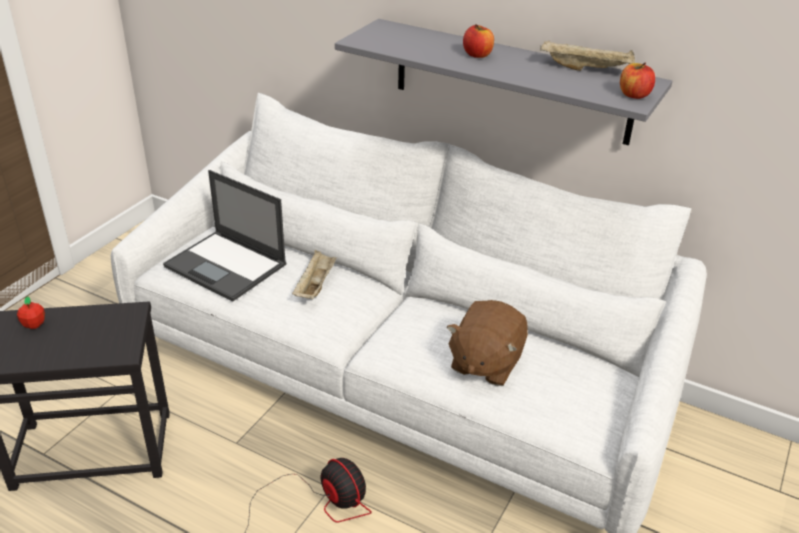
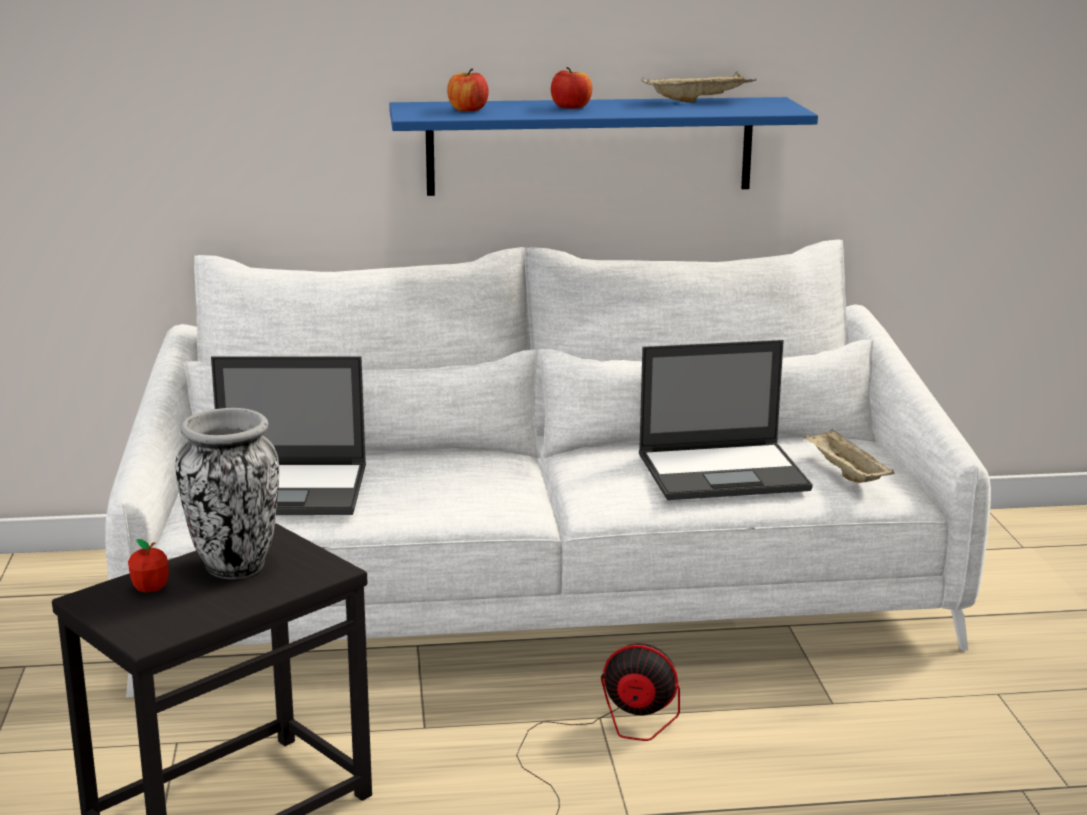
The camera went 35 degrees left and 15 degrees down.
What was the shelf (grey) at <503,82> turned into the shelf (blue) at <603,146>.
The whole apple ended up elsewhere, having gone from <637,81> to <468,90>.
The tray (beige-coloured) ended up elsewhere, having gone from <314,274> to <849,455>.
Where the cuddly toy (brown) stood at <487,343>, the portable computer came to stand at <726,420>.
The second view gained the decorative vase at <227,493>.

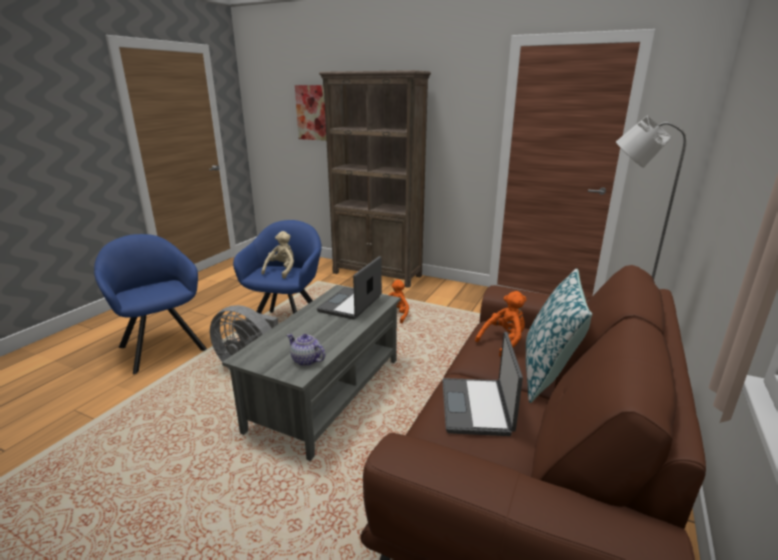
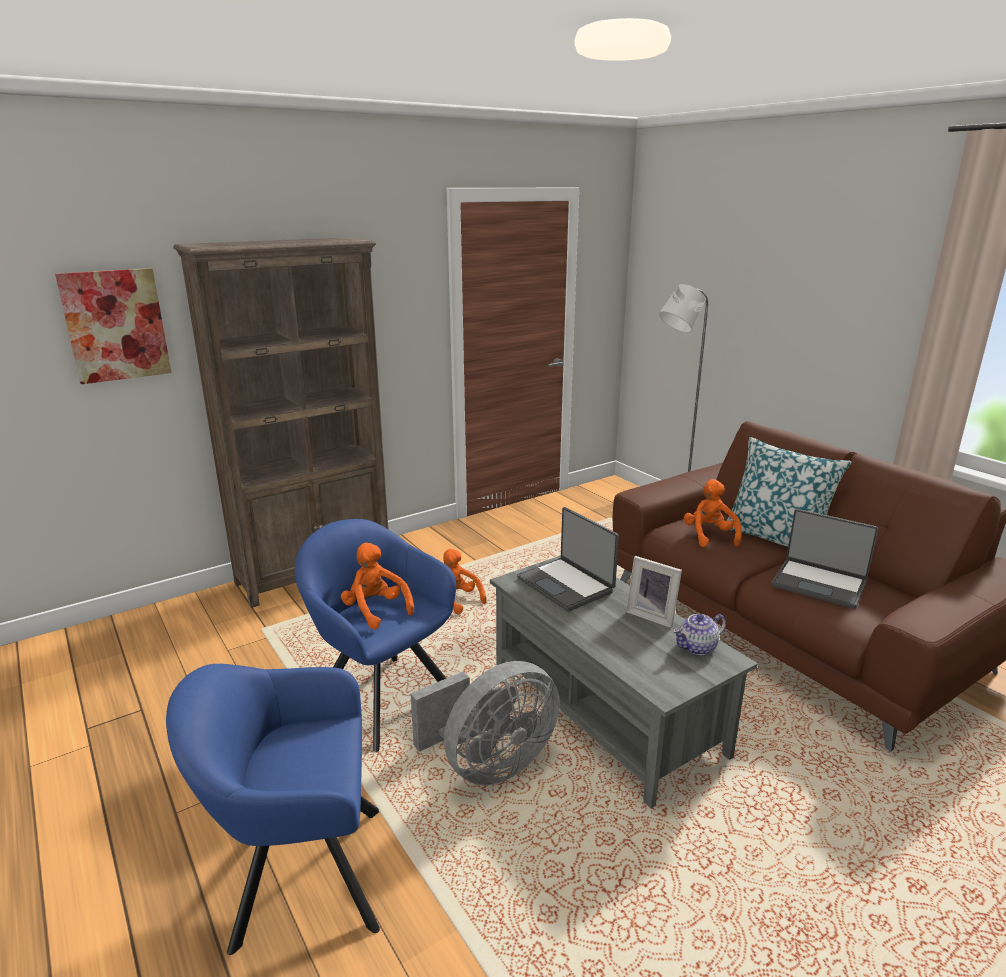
The camera went 60 degrees left and 0 degrees up.
What was the cuddly toy (beige-coloured) at <277,255> turned into the cuddly toy (orangey) at <377,586>.
The second view gained the photo frame at <654,592>.

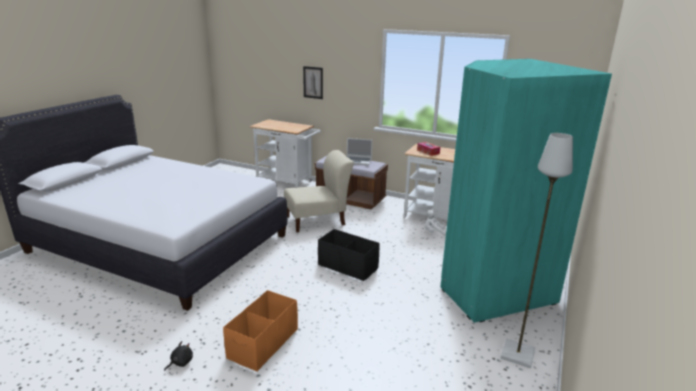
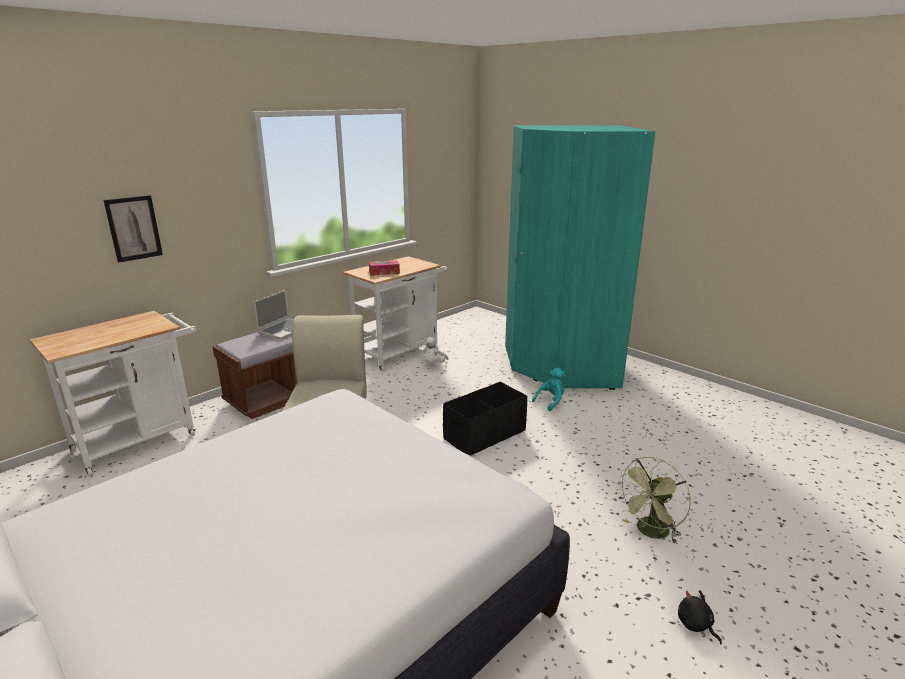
The camera went 70 degrees left and 0 degrees up.
The second view lost the standard lamp (grey) at <537,250>.
Where the storage box (orangey) stood at <260,331>, the cooling fan (greenish) came to stand at <653,500>.
The second view gained the cuddly toy (turquoise) at <548,389>.

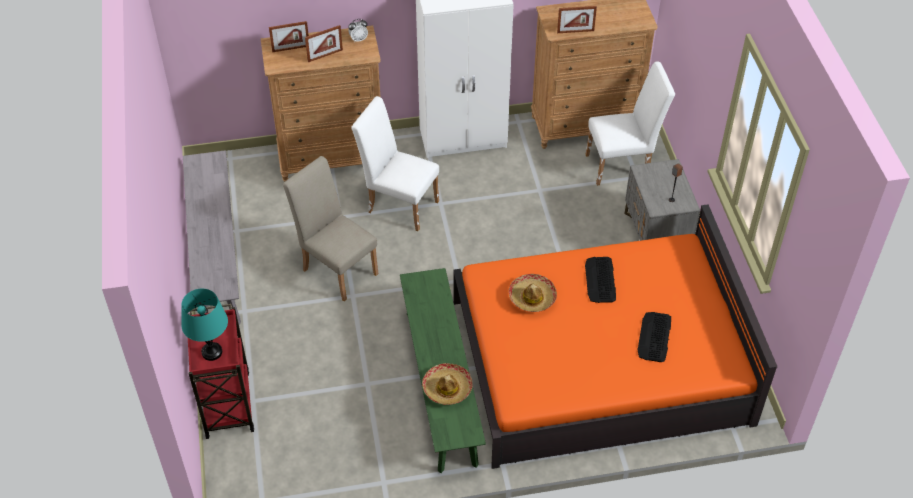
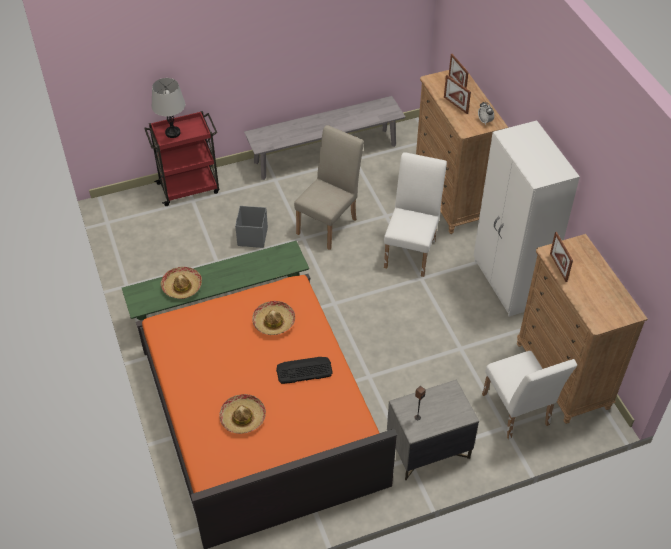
The camera went 80 degrees right and 0 degrees up.
What was the table lamp (turquoise) at <204,325> turned into the table lamp (grey) at <168,108>.
Where the PC keyboard stood at <654,337>, the clothing hat came to stand at <242,414>.
The second view gained the storage box (grey) at <251,227>.

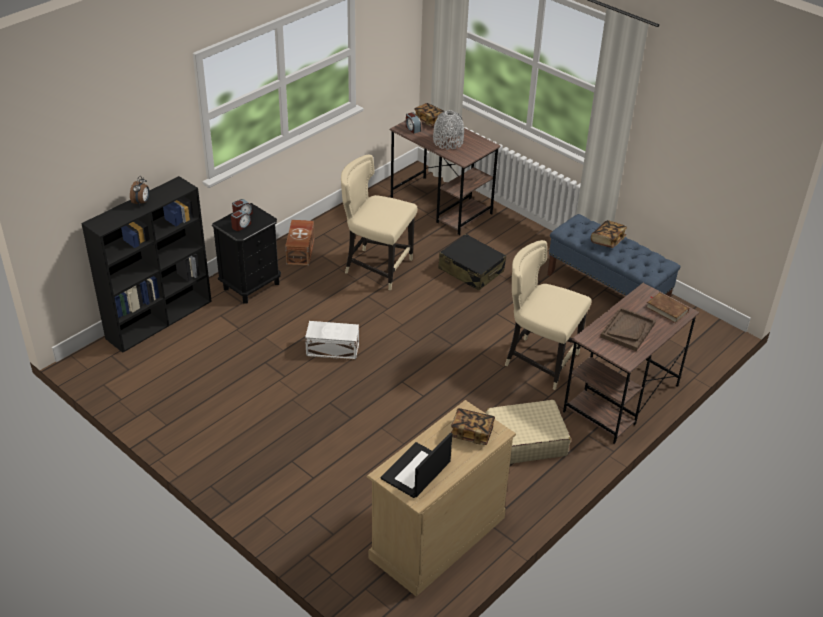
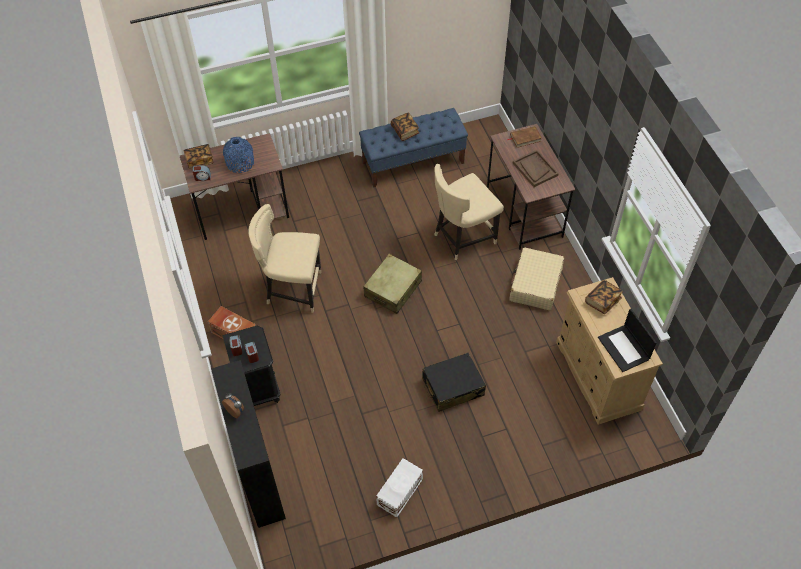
The camera went 60 degrees left and 15 degrees up.
What was the decorative vase (grey) at <448,130> turned into the decorative vase (blue) at <238,155>.
The upright chair (beige-coloured) at <379,223> ended up facing another way, 45 degrees clockwise from before.
The travel case (blackish) ended up elsewhere, having gone from <472,262> to <454,382>.
The storage box (white) ended up elsewhere, having gone from <332,340> to <399,487>.
The second view gained the travel case (beige-coloured) at <392,284>.

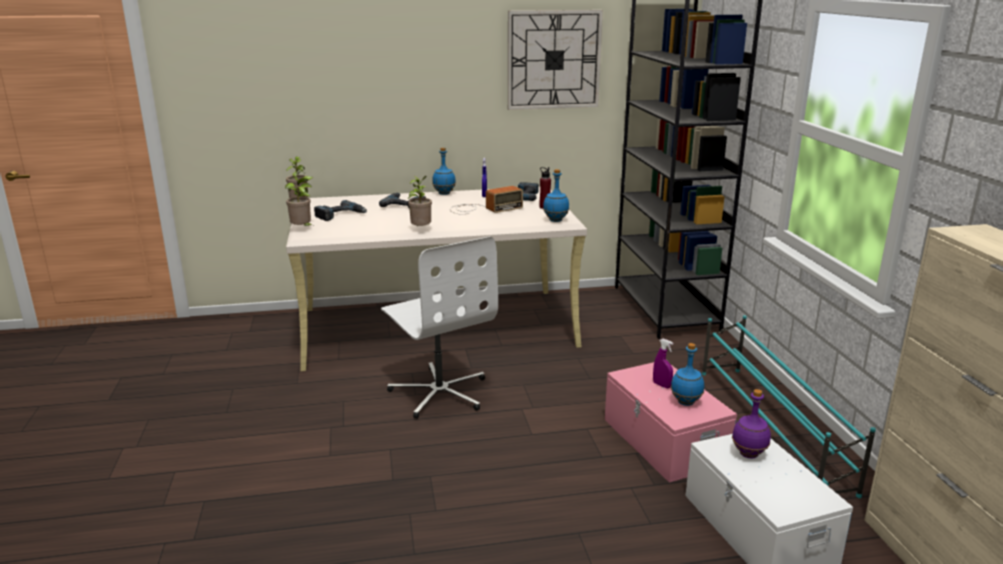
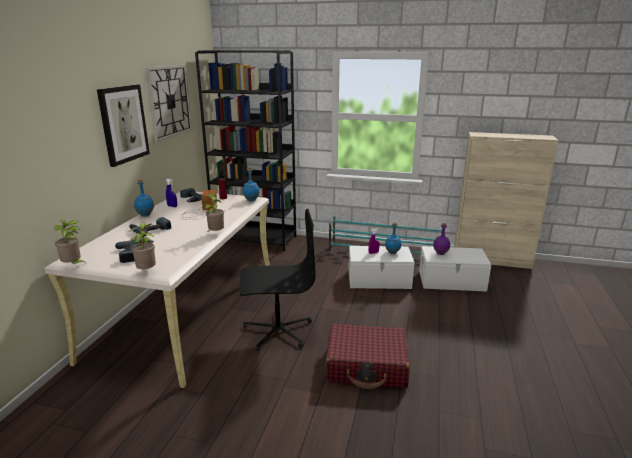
The camera went 65 degrees left and 0 degrees up.
What was the office chair (white) at <439,327> turned into the office chair (blackish) at <277,280>.
What was the storage box (pinkish) at <671,422> turned into the storage box (white) at <381,267>.
The second view gained the picture at <123,126>.
The second view gained the travel case (reddish) at <368,356>.

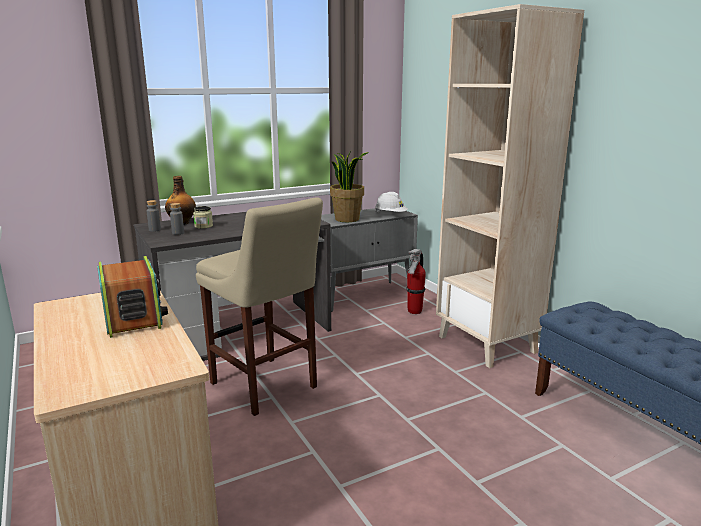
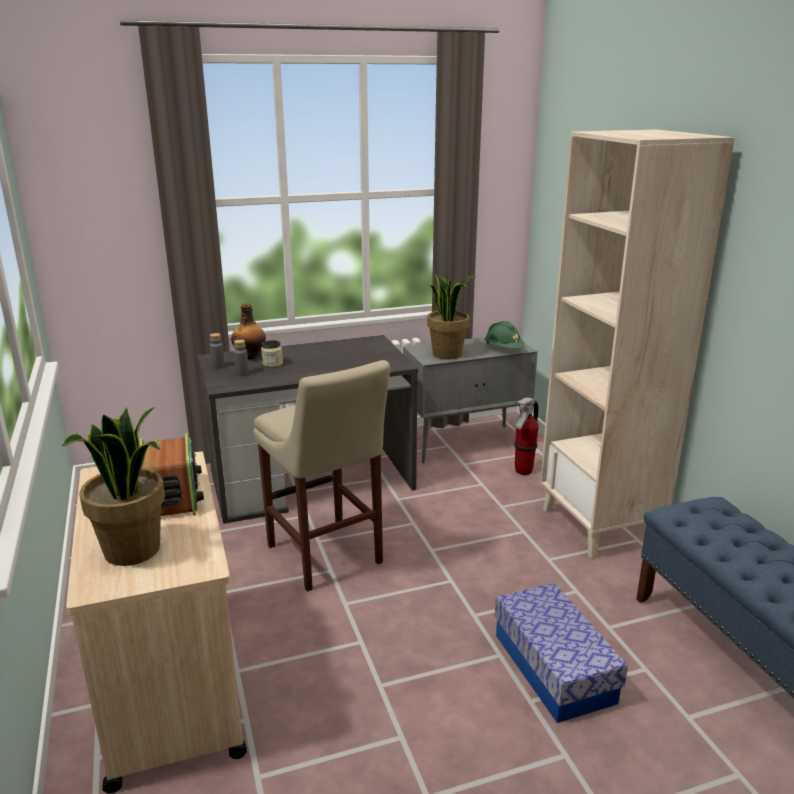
The camera went 10 degrees right and 5 degrees up.
What was the safety helmet (white) at <391,202> turned into the safety helmet (greenish) at <505,335>.
The second view gained the plant in a pot at <113,486>.
The second view gained the storage box at <561,653>.

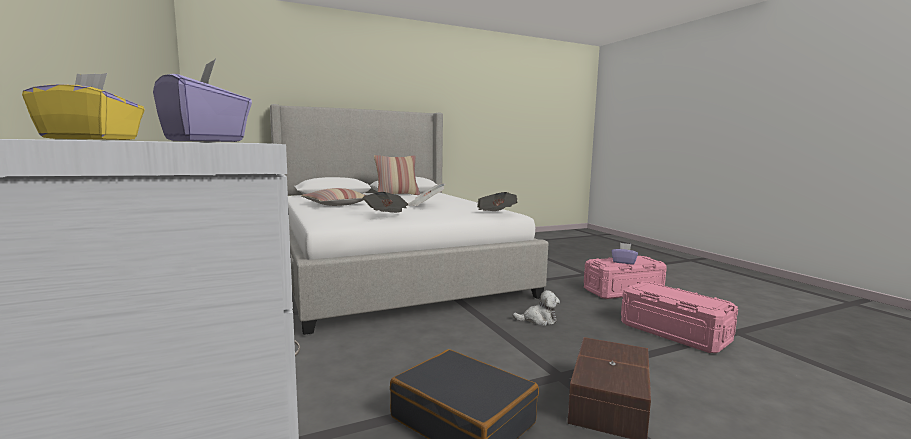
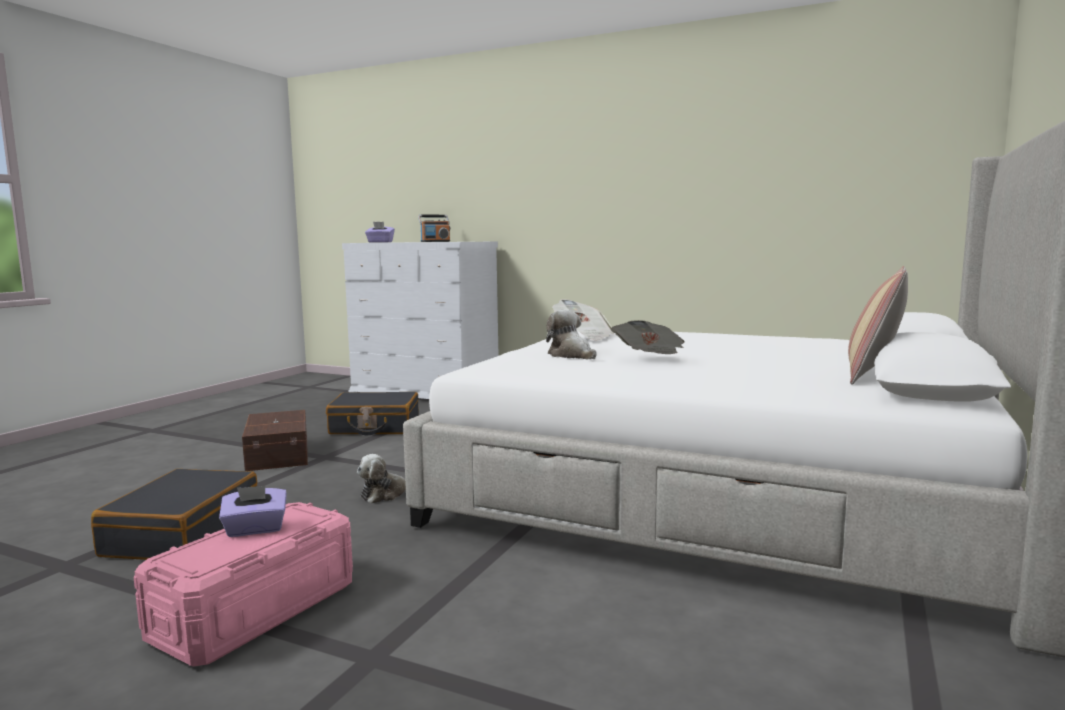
The camera went 140 degrees right and 0 degrees up.
Where the tissue box (yellow-coloured) stood at <83,106>, the radio came to stand at <434,228>.
The second view lost the pillow at <333,197>.
The second view lost the daily paper at <497,201>.
Where the storage box (pinkish) stood at <679,317>, the travel case (blackish) came to stand at <174,514>.
The second view gained the cuddly toy at <571,334>.

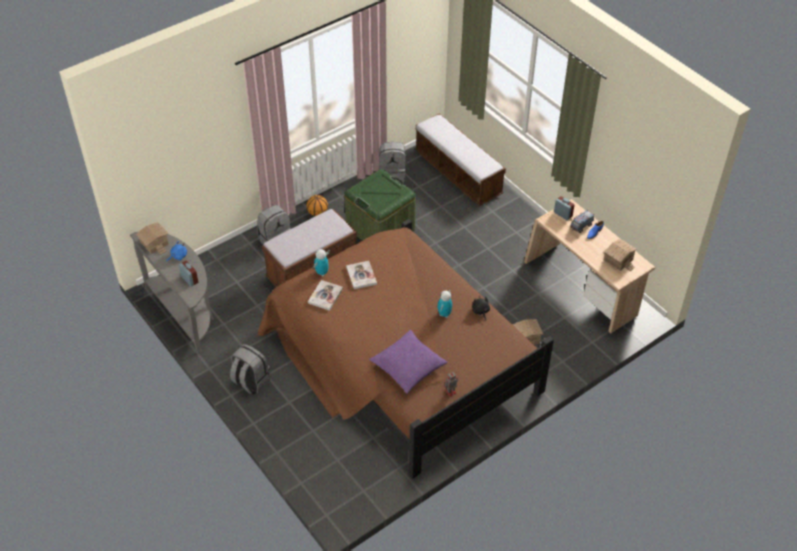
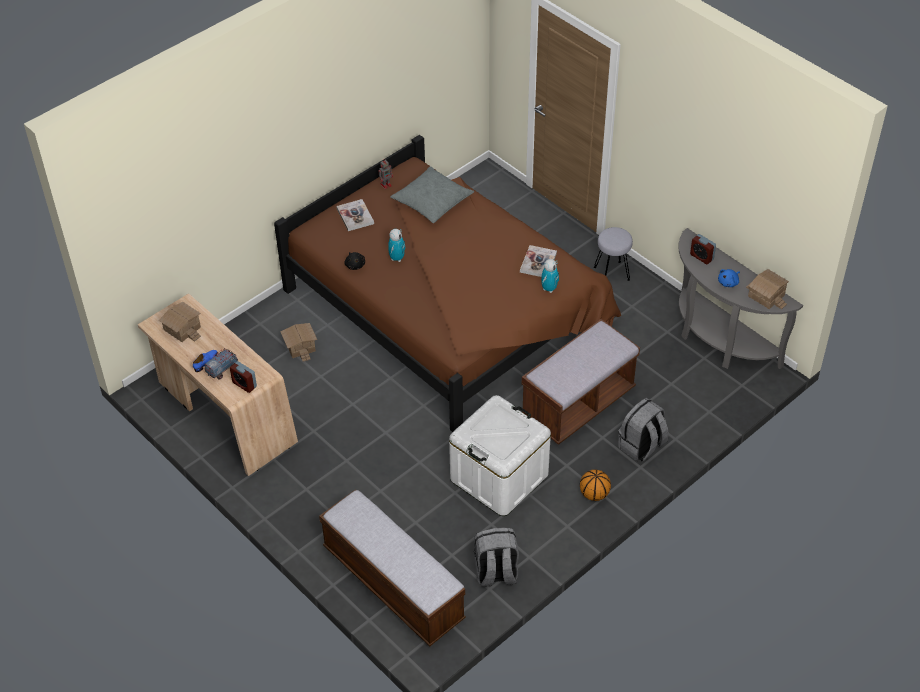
The camera went 175 degrees right and 0 degrees up.
What was the storage box (greenish) at <380,205> turned into the storage box (white) at <500,455>.
The bound book ended up elsewhere, having gone from <361,275> to <355,215>.
What was the pillow (purple) at <408,362> turned into the pillow (grey) at <432,194>.
Where the backpack (grey) stood at <250,369>, the stool (grey) came to stand at <613,254>.

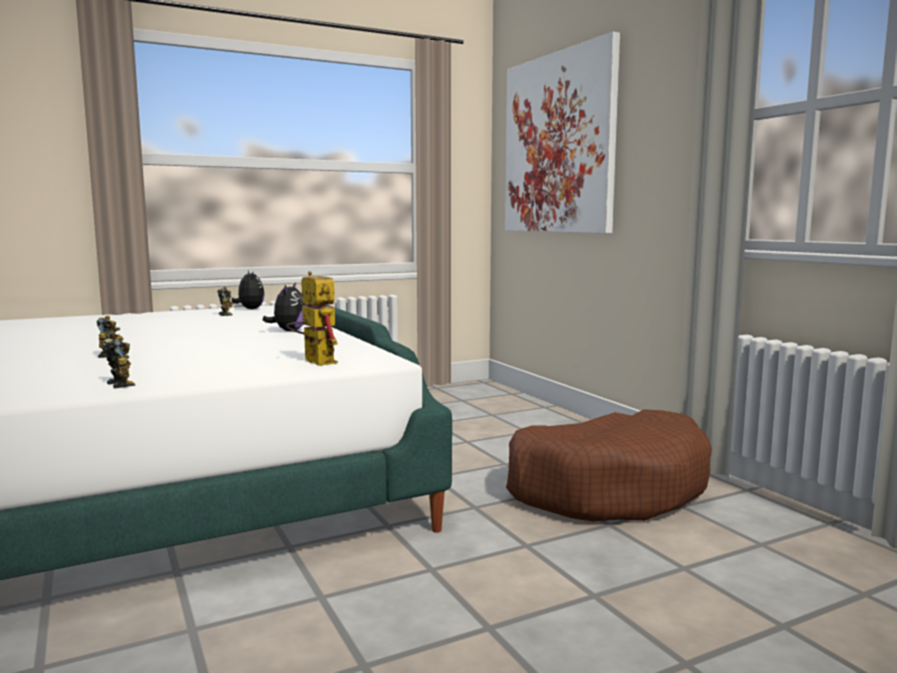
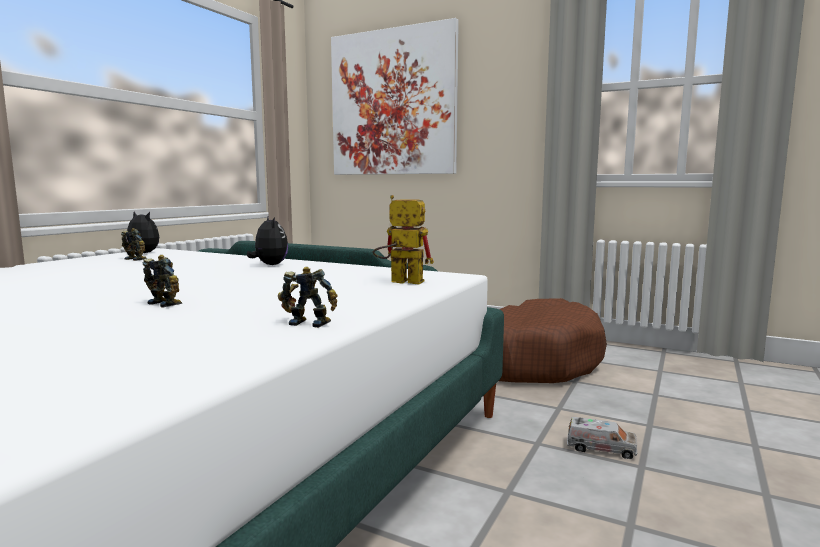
The camera went 35 degrees left and 0 degrees up.
The second view gained the model truck at <602,438>.

